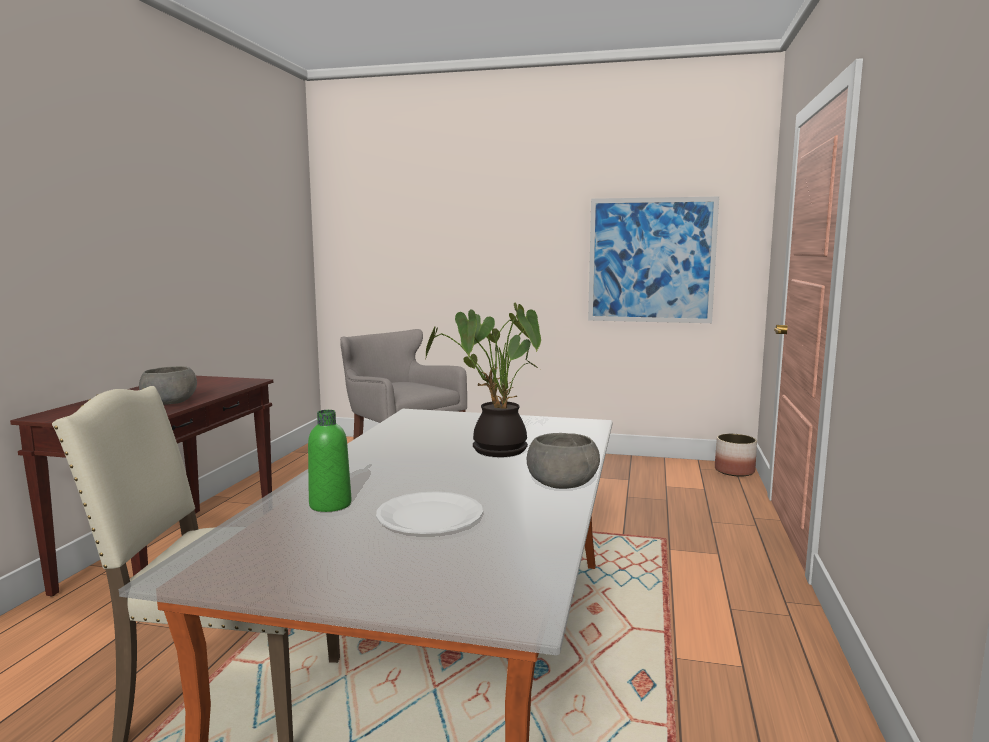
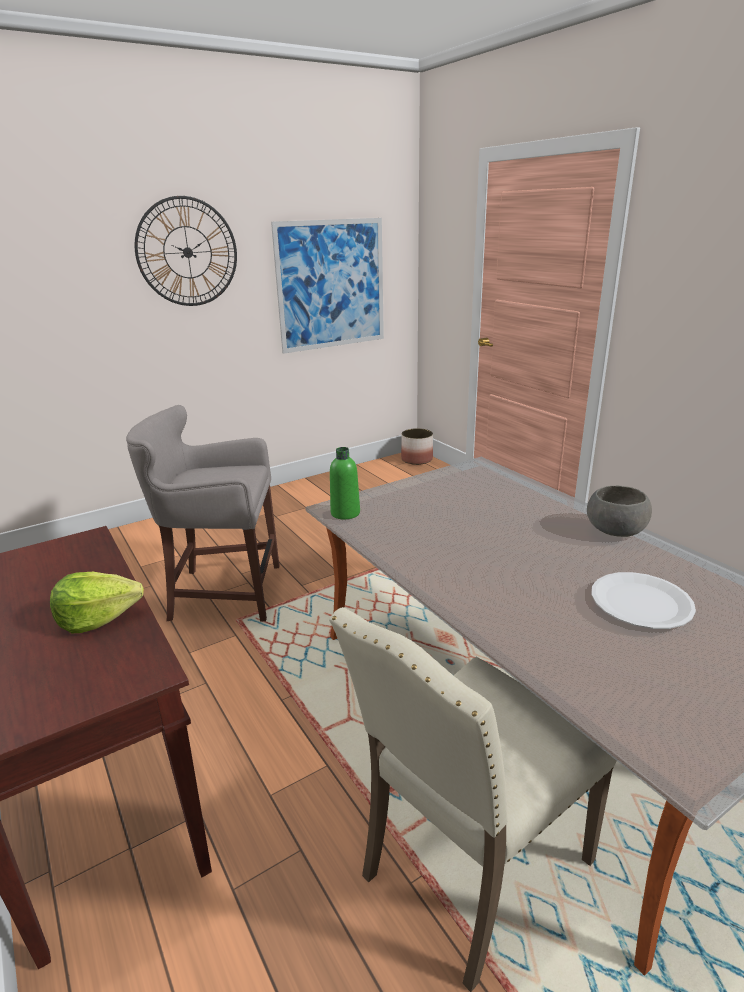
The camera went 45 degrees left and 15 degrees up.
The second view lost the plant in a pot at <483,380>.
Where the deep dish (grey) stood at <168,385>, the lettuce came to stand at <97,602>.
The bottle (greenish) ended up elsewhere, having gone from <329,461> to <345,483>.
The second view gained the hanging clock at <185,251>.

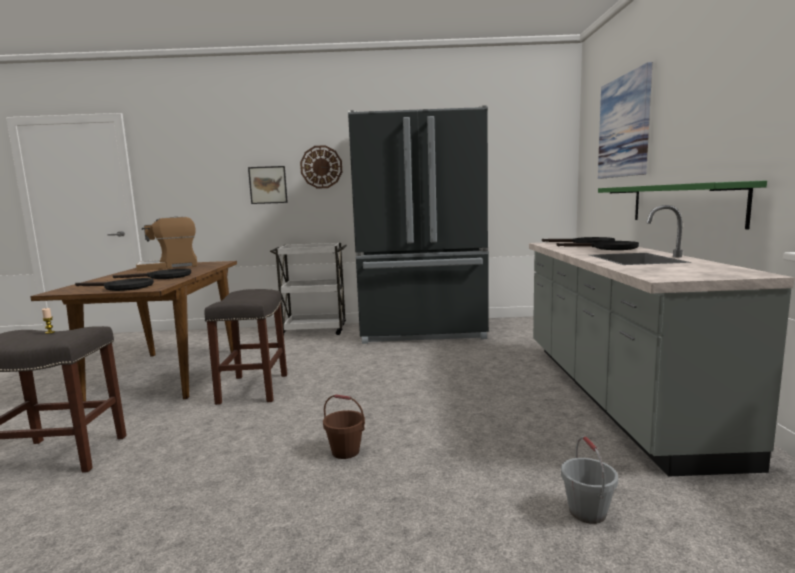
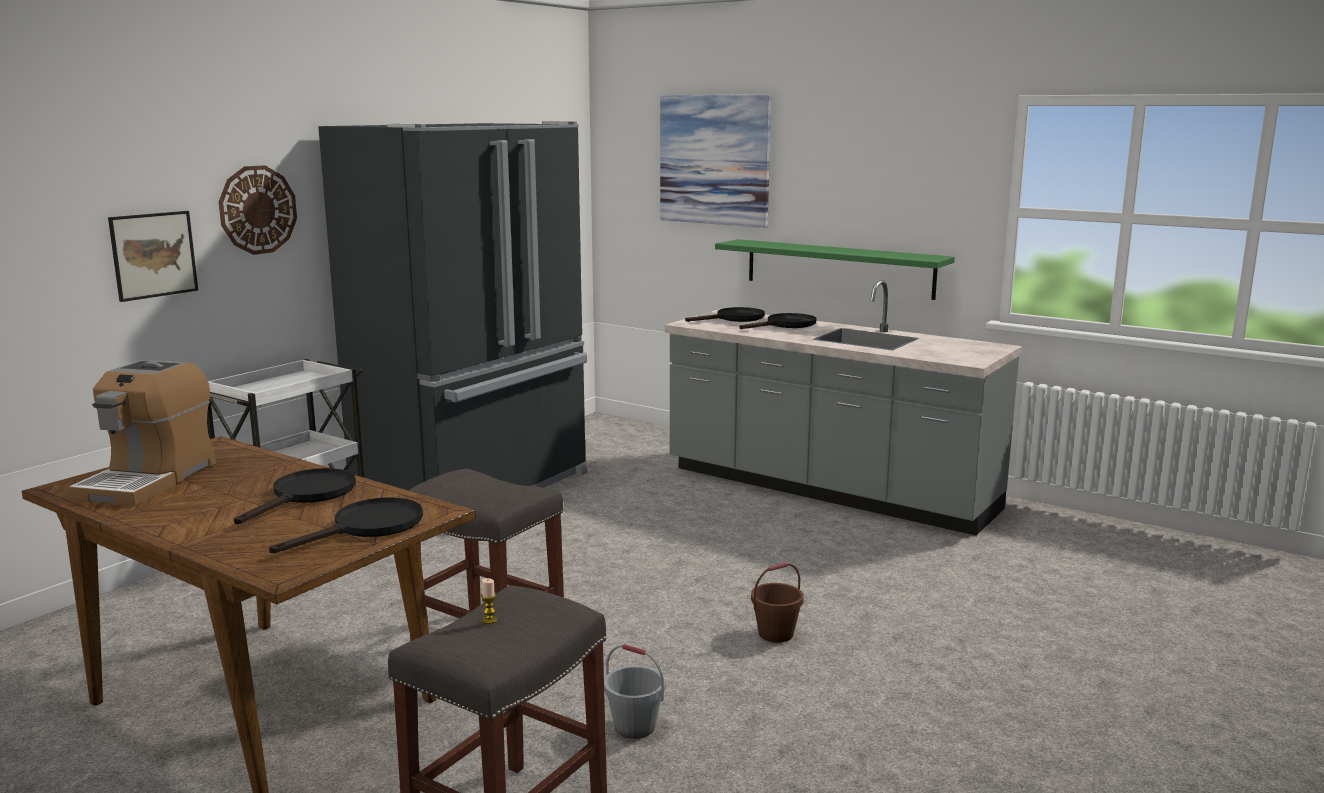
The camera went 55 degrees left and 5 degrees up.
The water bucket (grey) ended up elsewhere, having gone from <589,480> to <634,691>.

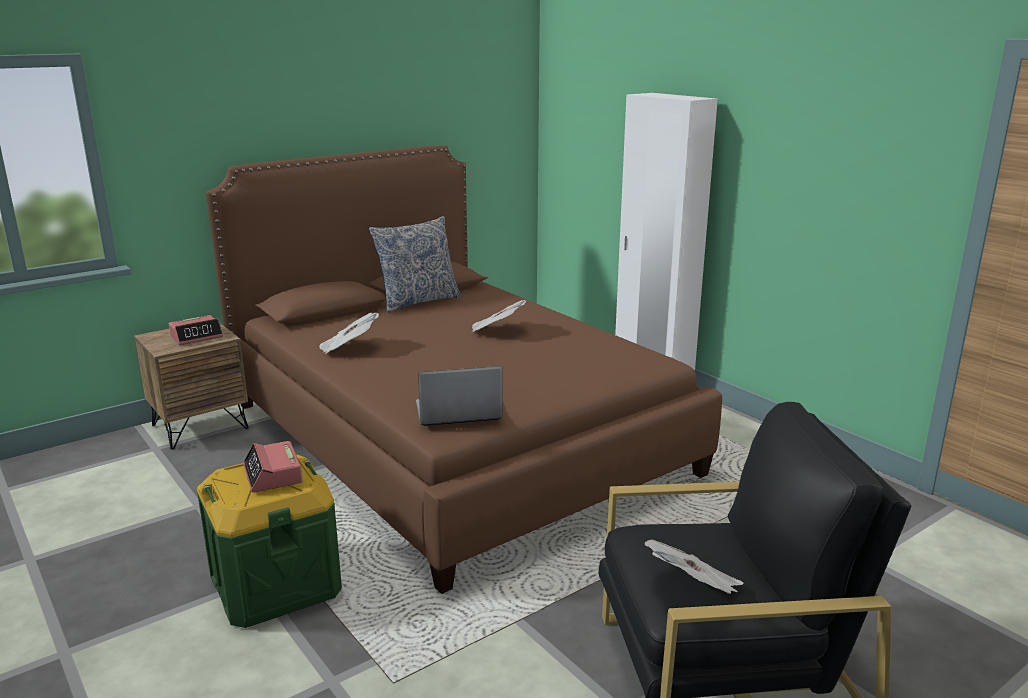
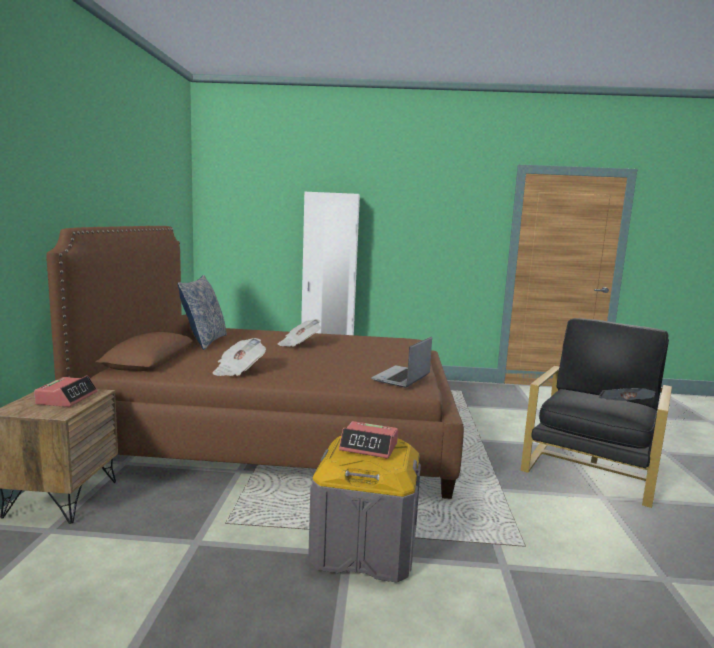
The camera went 50 degrees left and 10 degrees down.
What was the storage box (greenish) at <269,541> turned into the storage box (grey) at <364,509>.

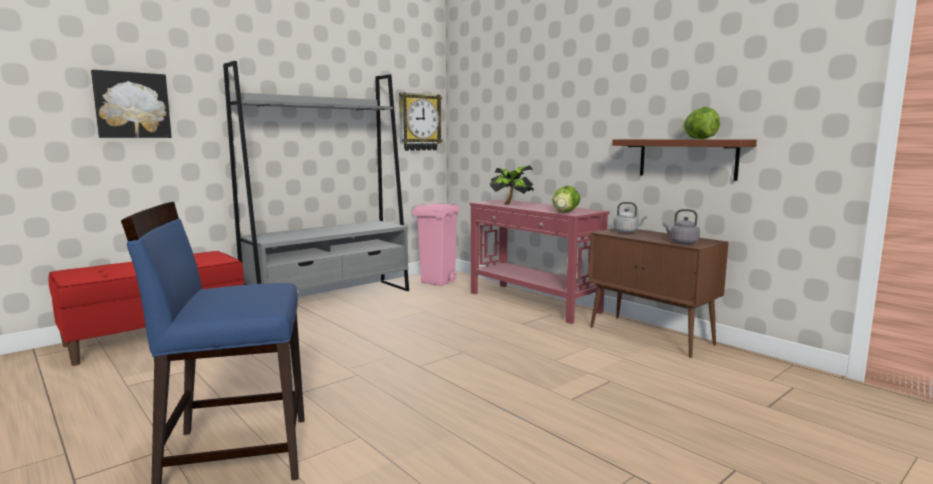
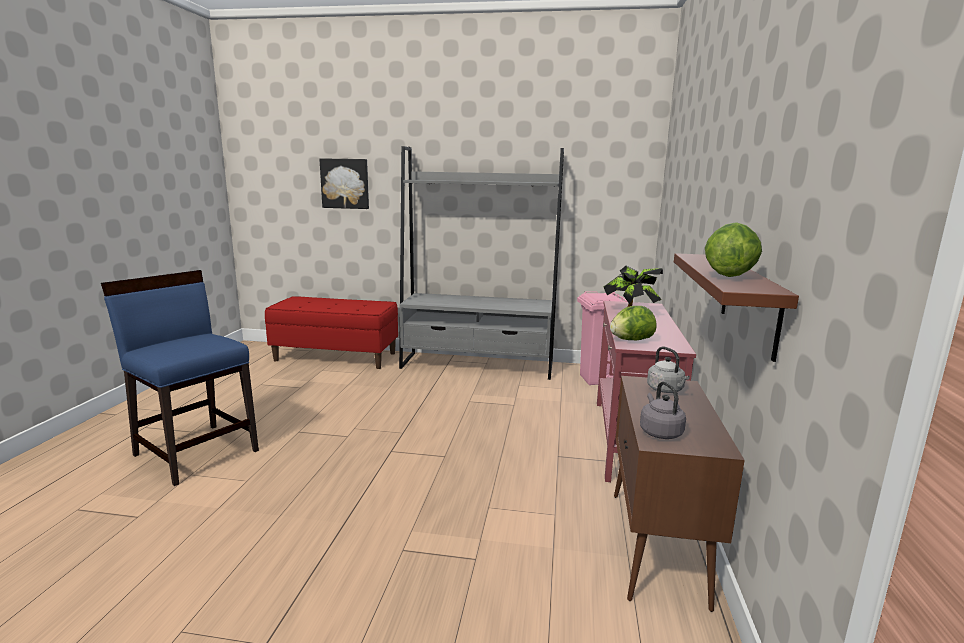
The camera went 50 degrees right and 5 degrees up.
The second view lost the hanging clock at <421,121>.

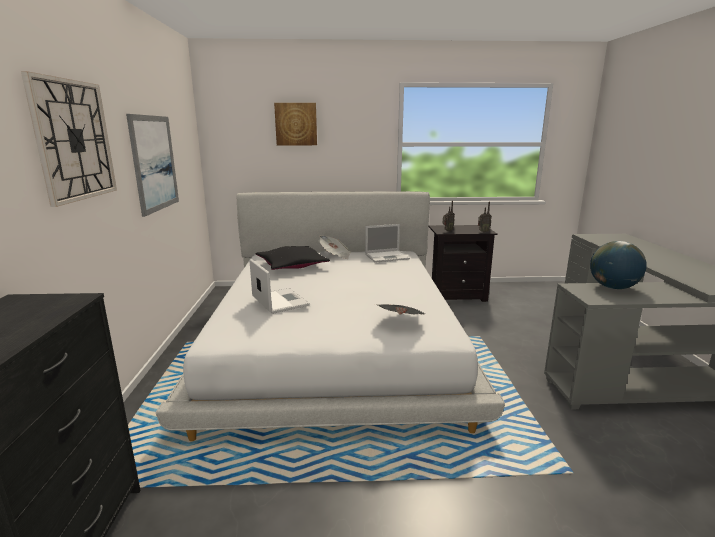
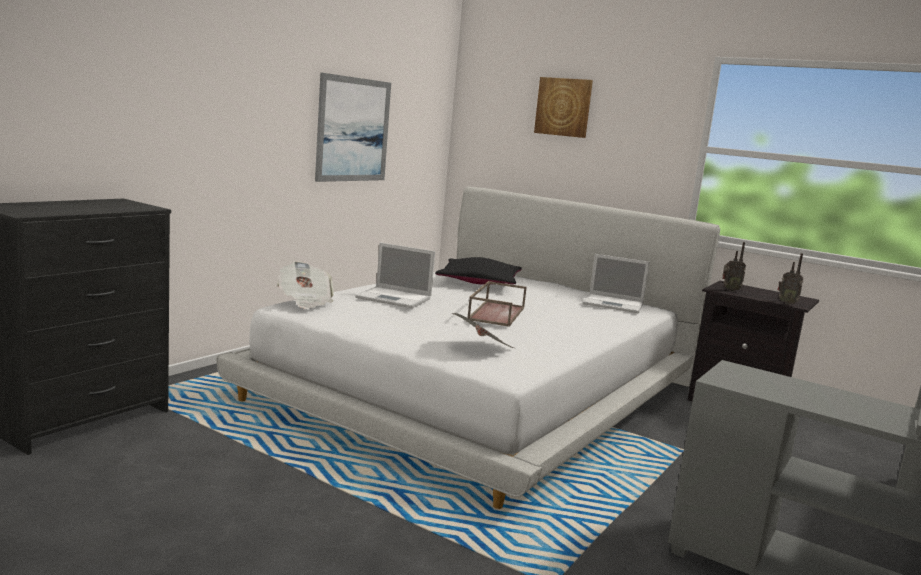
The camera went 35 degrees right and 5 degrees down.
The second view lost the hanging clock at <69,139>.
The daily paper ended up elsewhere, having gone from <335,247> to <305,285>.
The second view lost the world globe at <618,265>.
The portable computer at <279,286> ended up facing another way, 105 degrees clockwise from before.
The second view gained the tray (brown) at <497,304>.

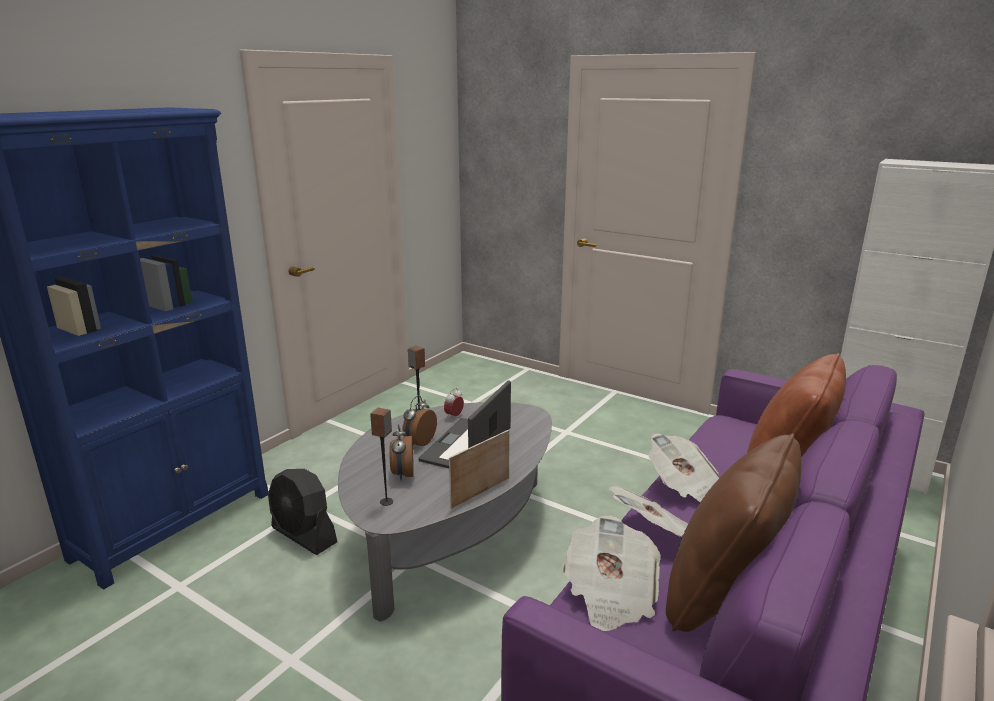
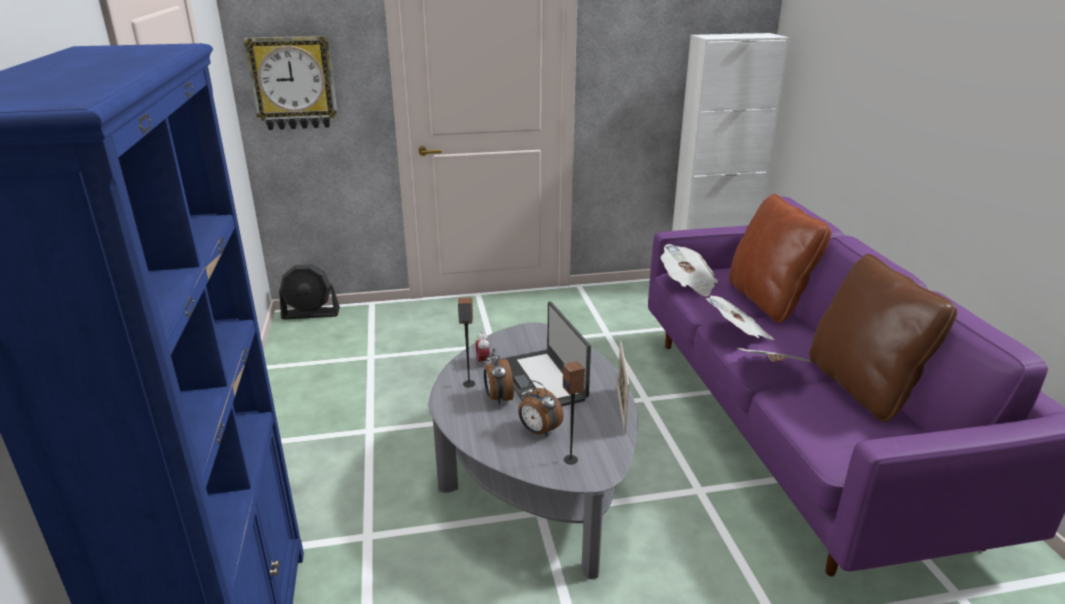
The camera went 45 degrees left and 5 degrees up.
The cooling fan (blackish) ended up elsewhere, having gone from <302,512> to <309,292>.
The daily paper ended up elsewhere, having gone from <612,573> to <689,270>.
The second view gained the hanging clock at <291,83>.

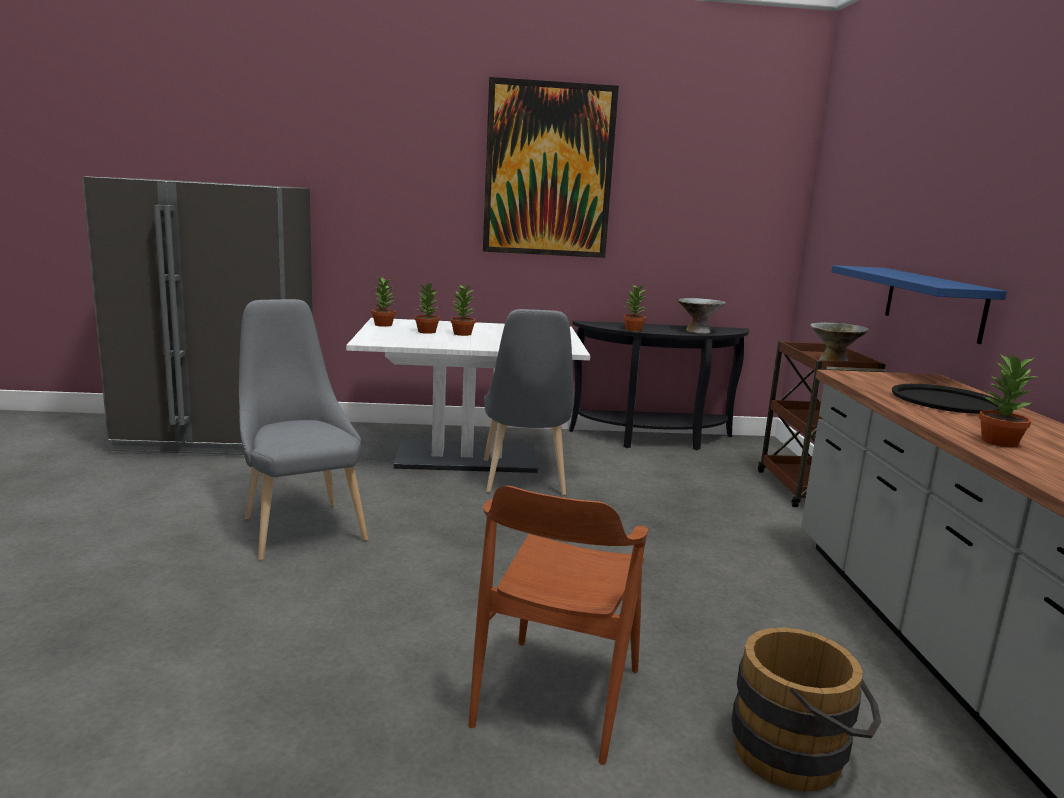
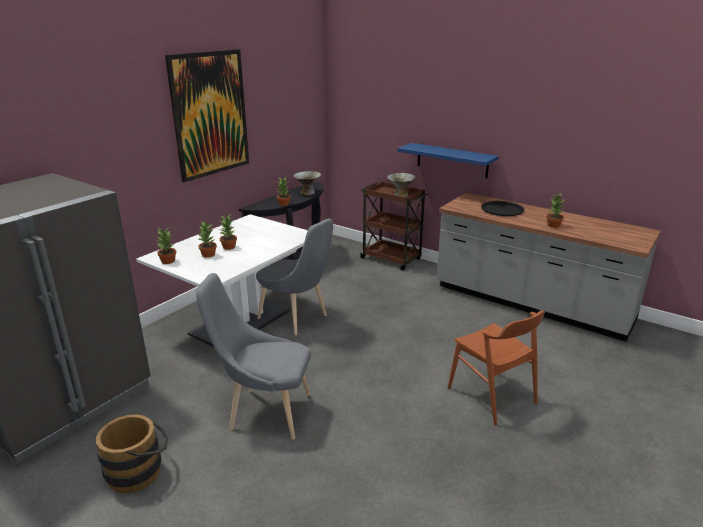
The camera went 50 degrees left and 10 degrees up.
The water bucket (brown) ended up elsewhere, having gone from <806,709> to <132,453>.

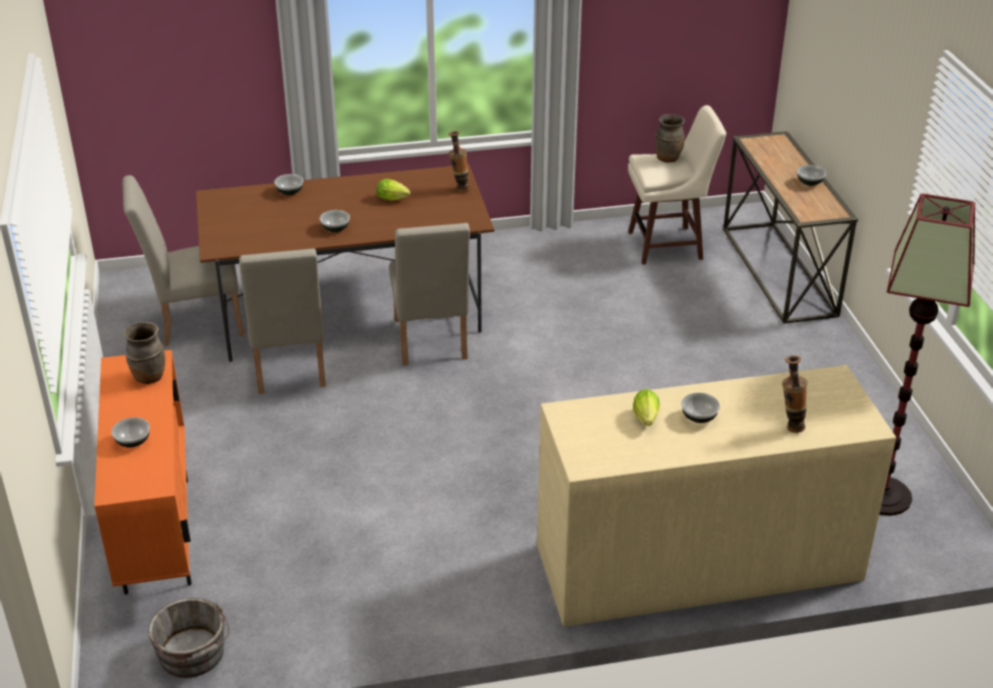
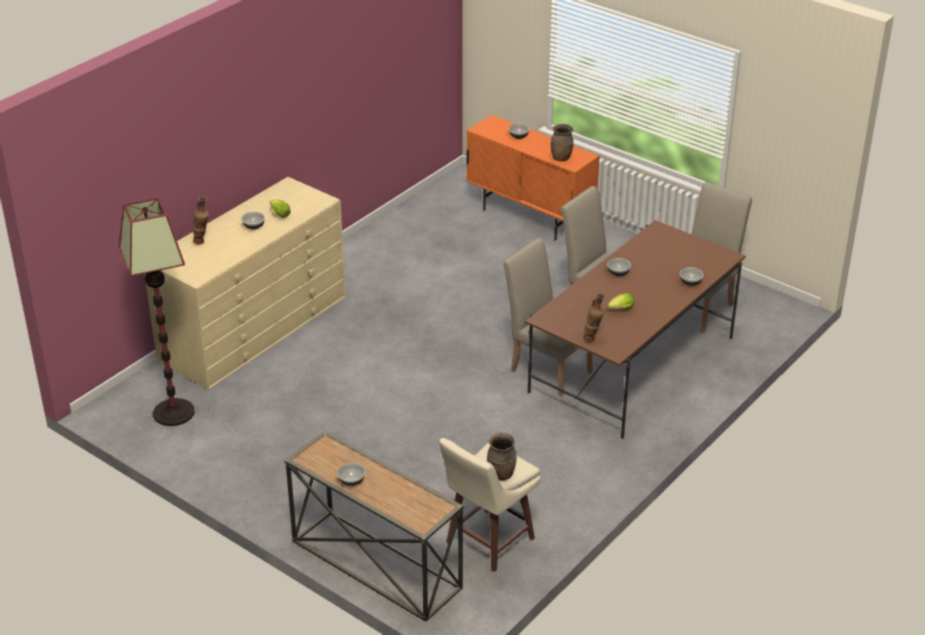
The camera went 140 degrees right and 0 degrees up.
The second view lost the water bucket (grey) at <189,638>.

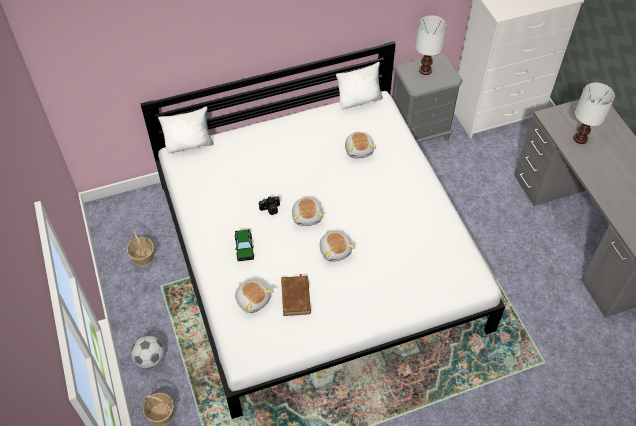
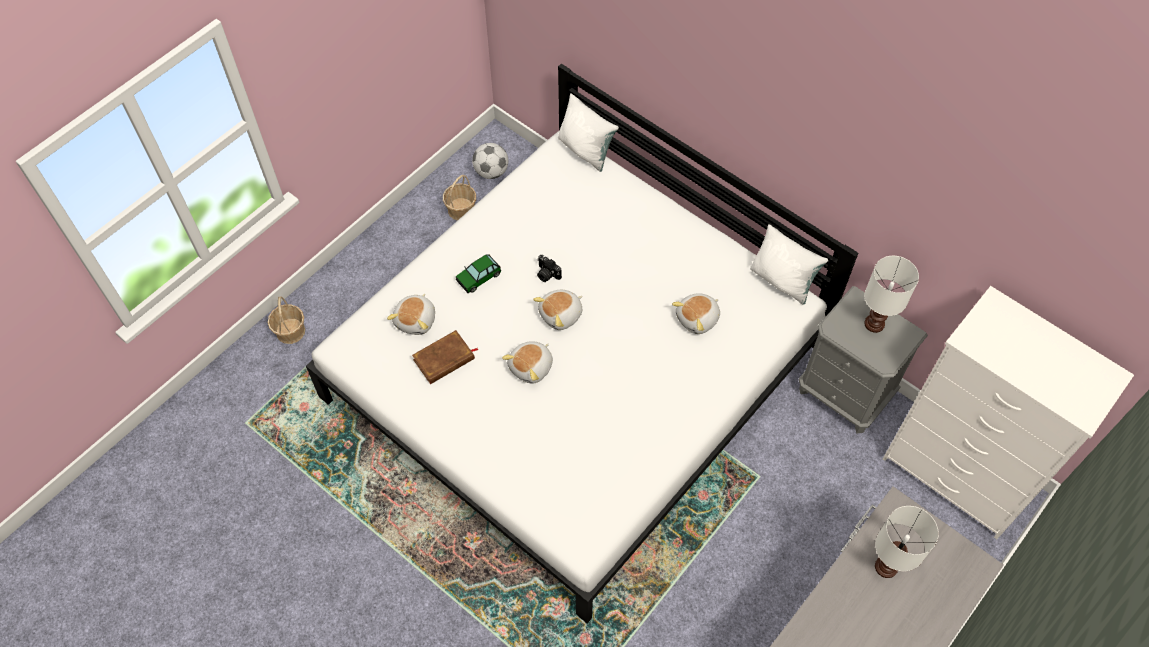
The camera went 60 degrees right and 5 degrees up.
The ball for football ended up elsewhere, having gone from <147,352> to <490,161>.

